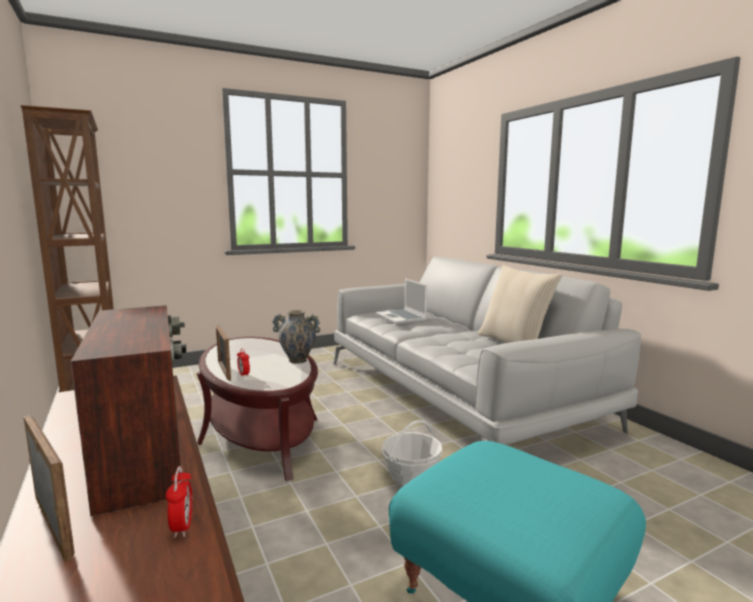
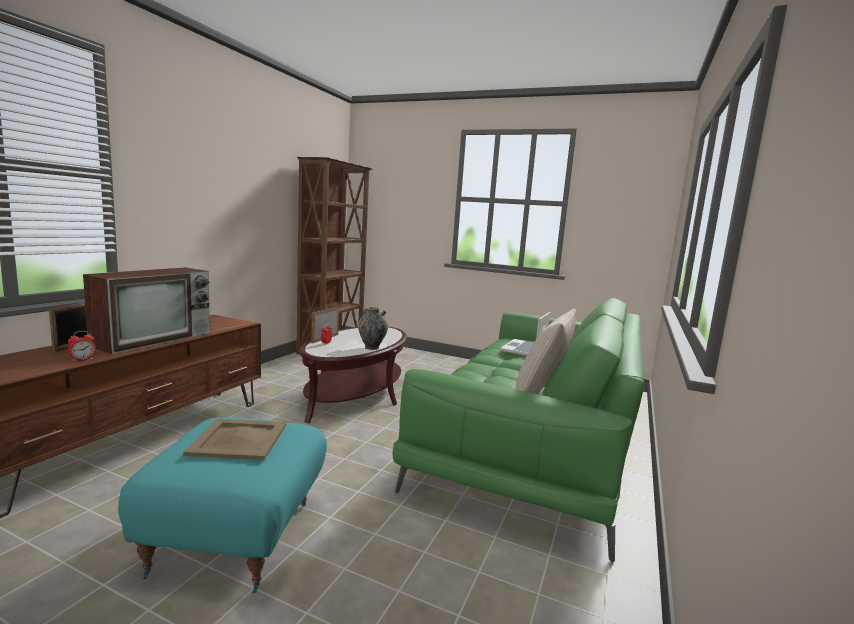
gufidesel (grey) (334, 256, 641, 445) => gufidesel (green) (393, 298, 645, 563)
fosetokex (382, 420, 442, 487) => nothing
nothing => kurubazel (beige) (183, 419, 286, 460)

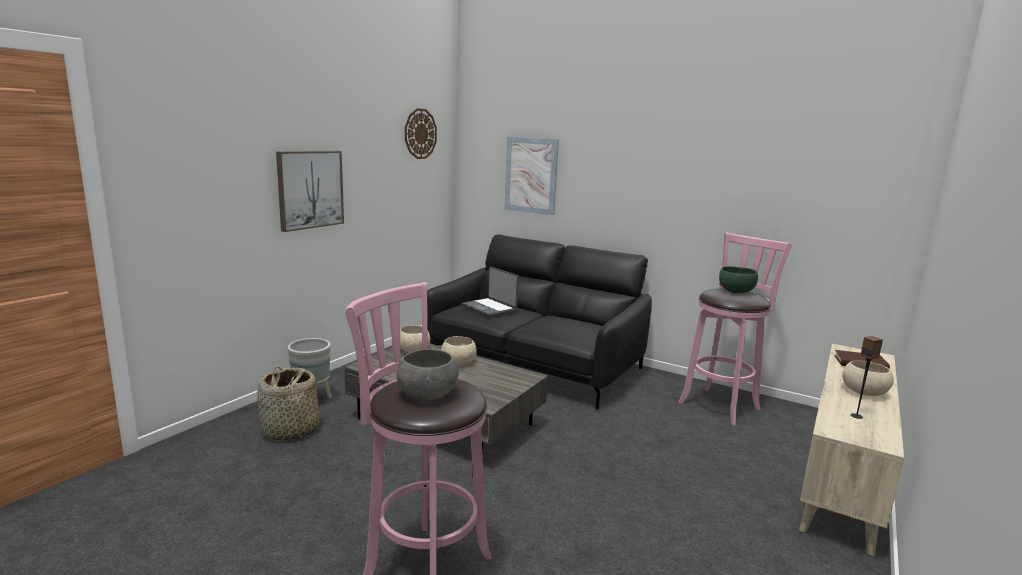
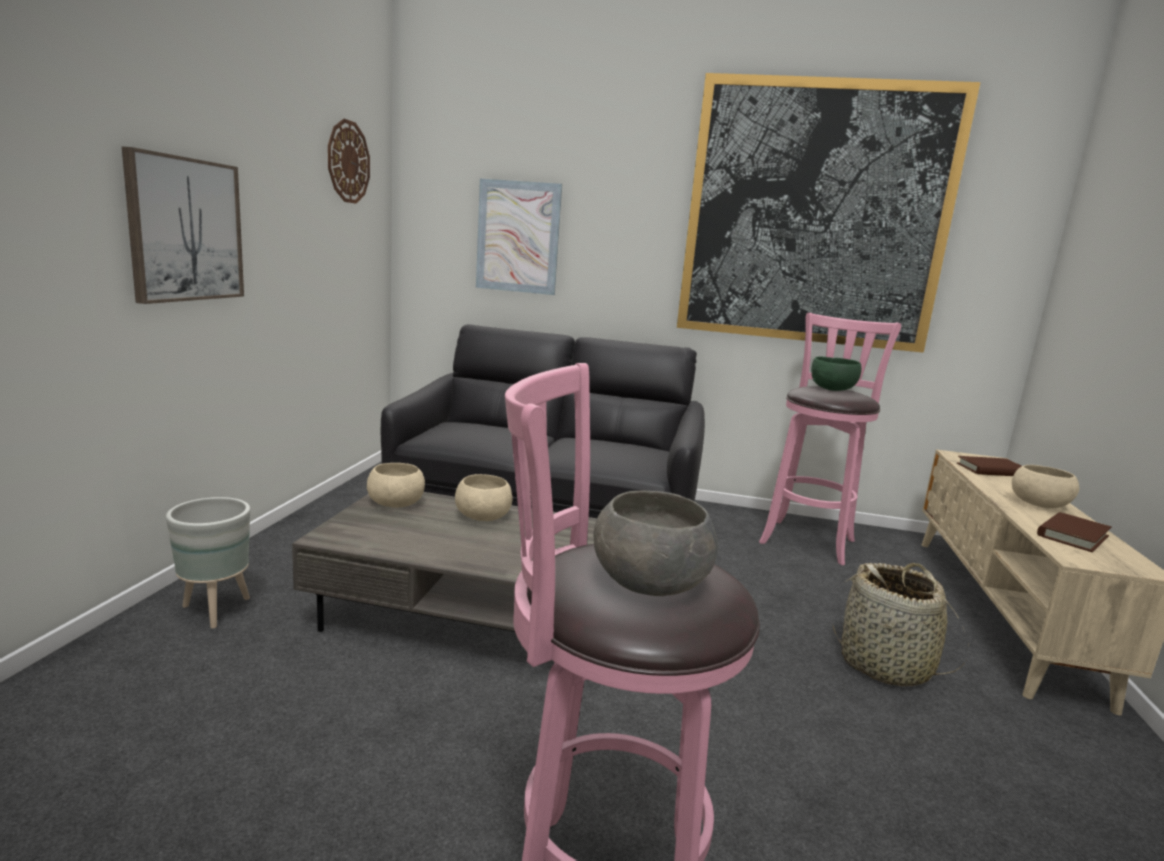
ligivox (462, 266, 519, 317) => nothing
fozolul (851, 336, 883, 419) => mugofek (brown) (1037, 512, 1112, 552)
fosetokex (257, 366, 320, 441) => fosetokex (832, 563, 969, 686), move
nothing => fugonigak (677, 73, 981, 353)

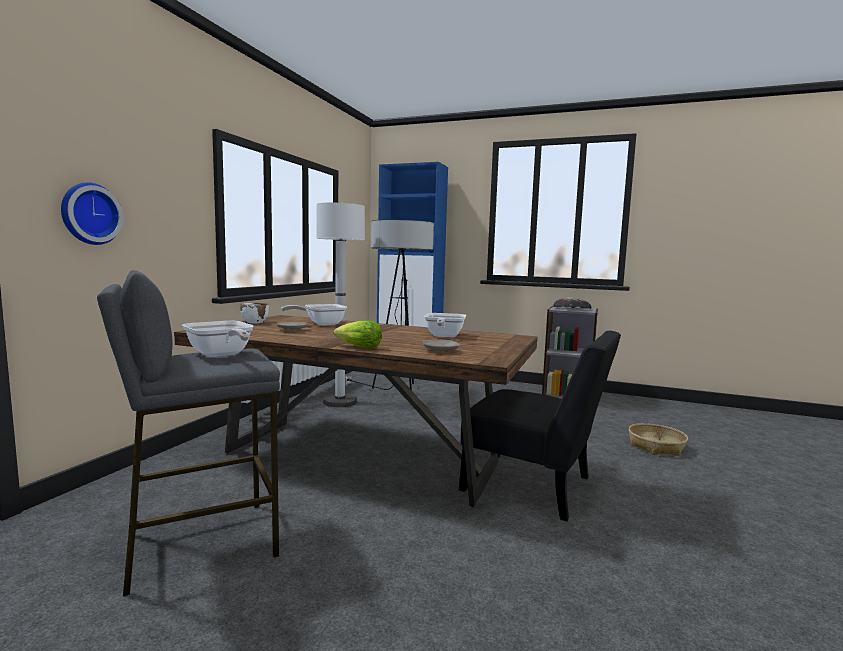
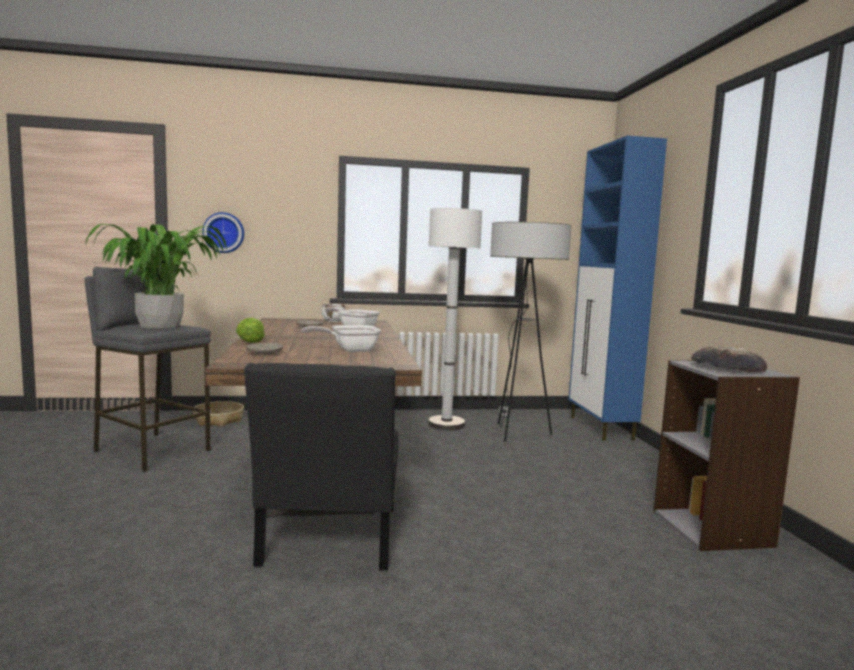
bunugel (182, 321, 253, 357) => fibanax (85, 224, 227, 328)
fosetokex (628, 423, 688, 456) => fosetokex (193, 401, 244, 427), move

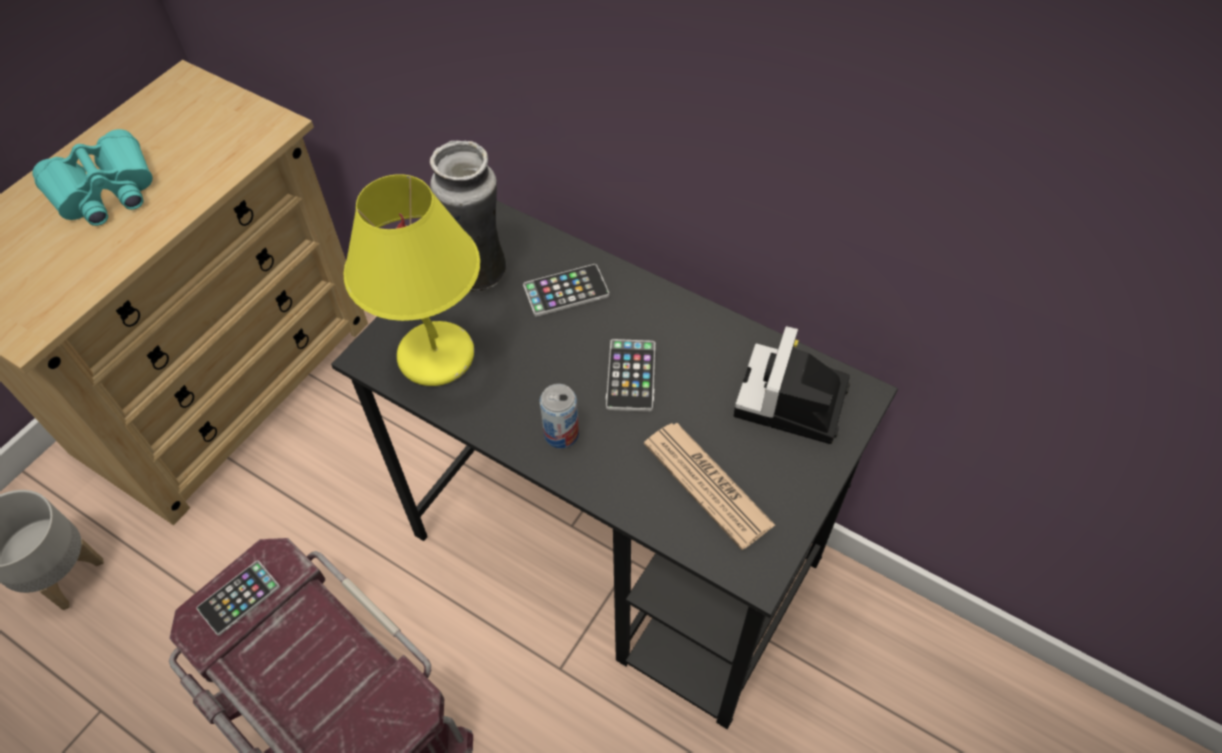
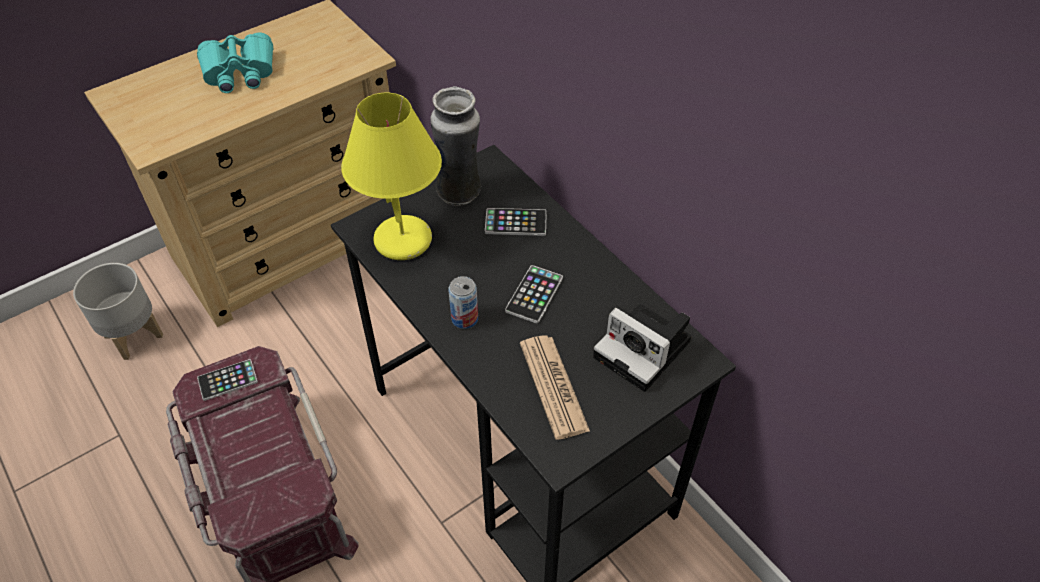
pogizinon (734, 326, 850, 444) => pogizinon (593, 304, 692, 392), 90 degrees counterclockwise

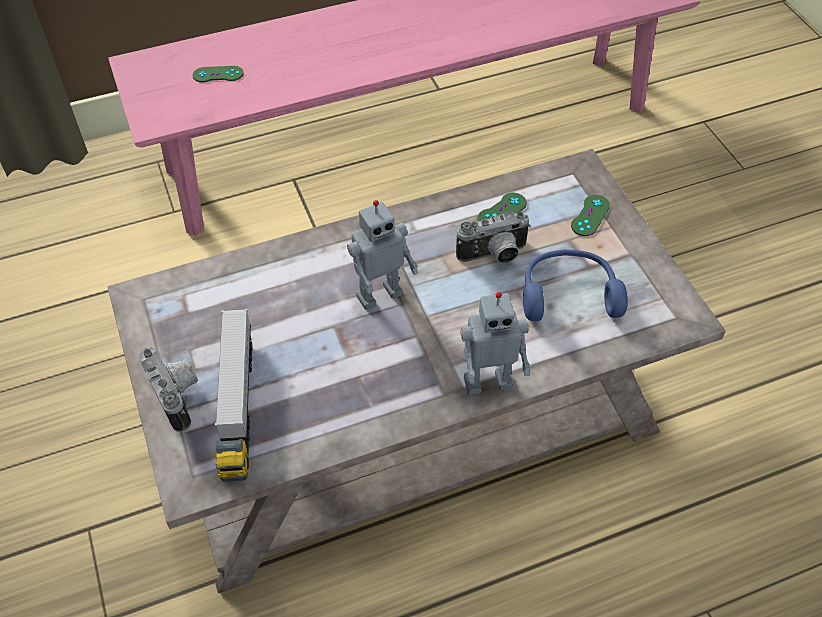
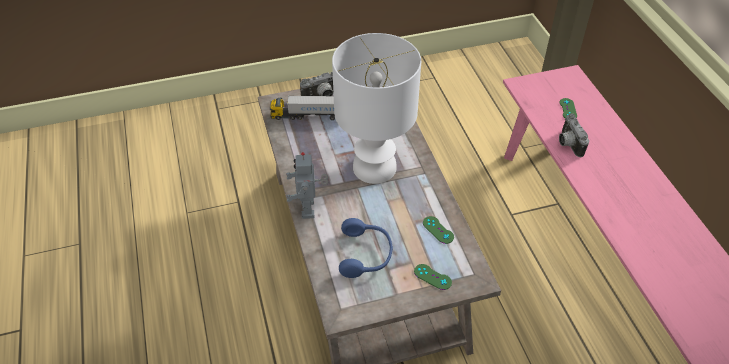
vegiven (347, 200, 418, 310) => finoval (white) (332, 33, 421, 184)
pogizinon (456, 211, 531, 263) => pogizinon (559, 113, 589, 157), move

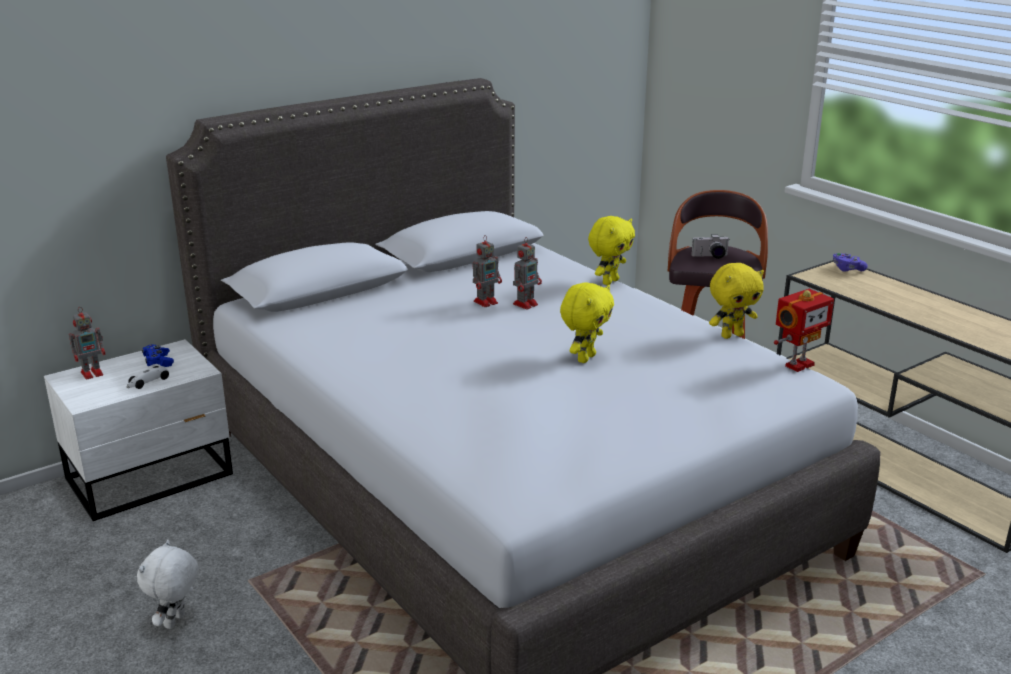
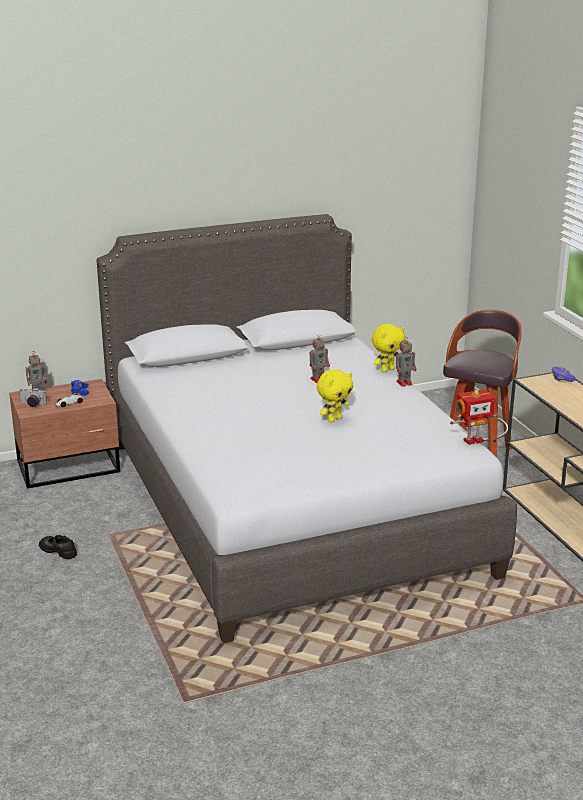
pogizinon (691, 234, 730, 259) => pogizinon (19, 388, 47, 407), move
vegiven (472, 235, 502, 307) => vegiven (396, 338, 416, 387), move
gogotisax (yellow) (709, 263, 764, 339) => nothing
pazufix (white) (44, 339, 233, 521) => pazufix (brown) (9, 379, 120, 489)
gogotisax (white) (137, 540, 199, 629) => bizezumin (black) (39, 535, 77, 559)

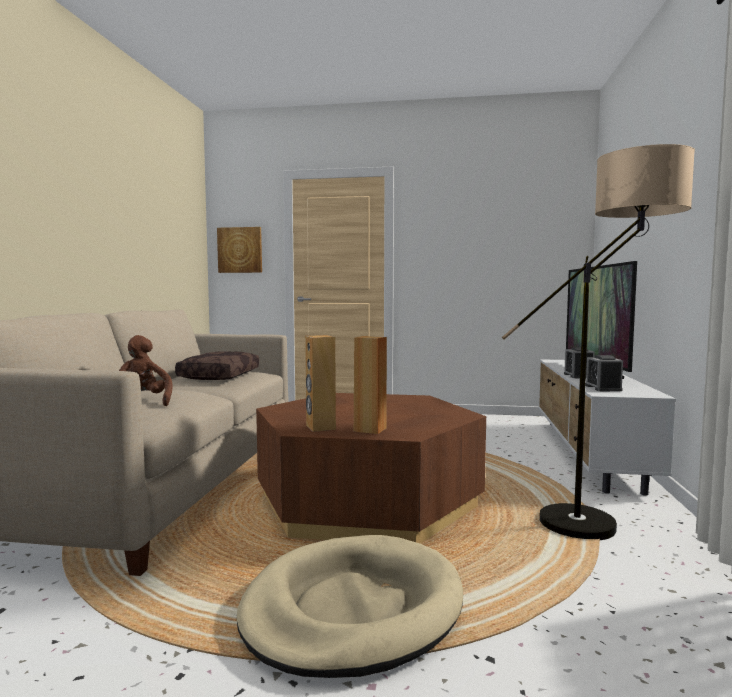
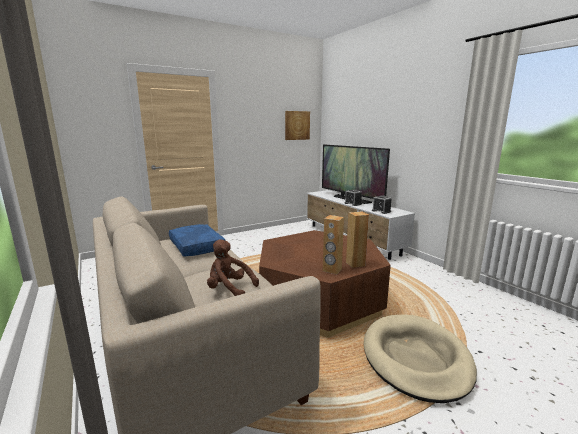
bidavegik (502, 144, 695, 540) => nothing
fugonigak (217, 227, 262, 273) => fugonigak (285, 111, 310, 140), move
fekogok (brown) (175, 351, 259, 380) => fekogok (blue) (169, 224, 226, 257)

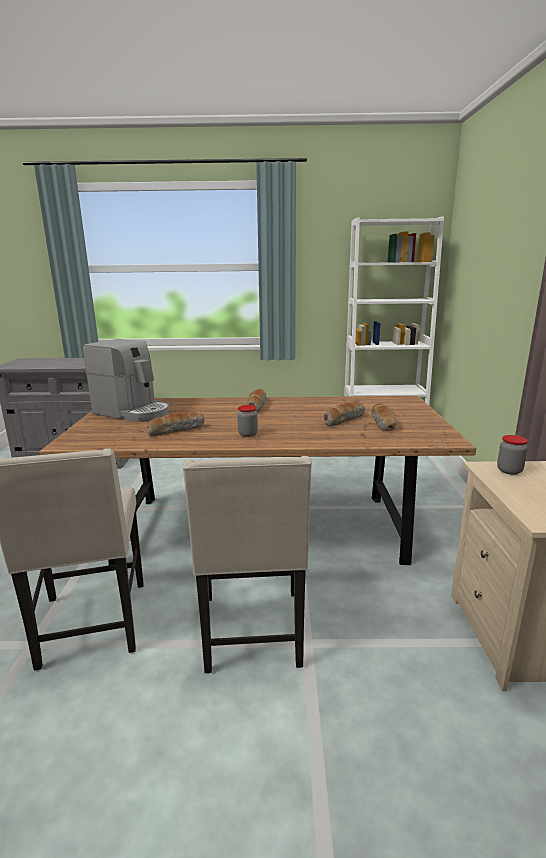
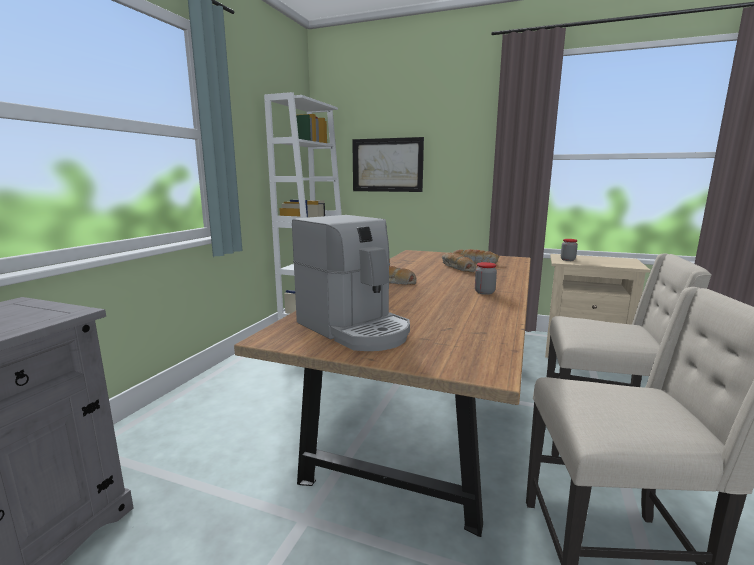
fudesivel (83, 339, 170, 422) => fudesivel (292, 215, 410, 351), 90 degrees clockwise
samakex (147, 412, 205, 437) => nothing
nothing => fugonigak (352, 137, 424, 192)

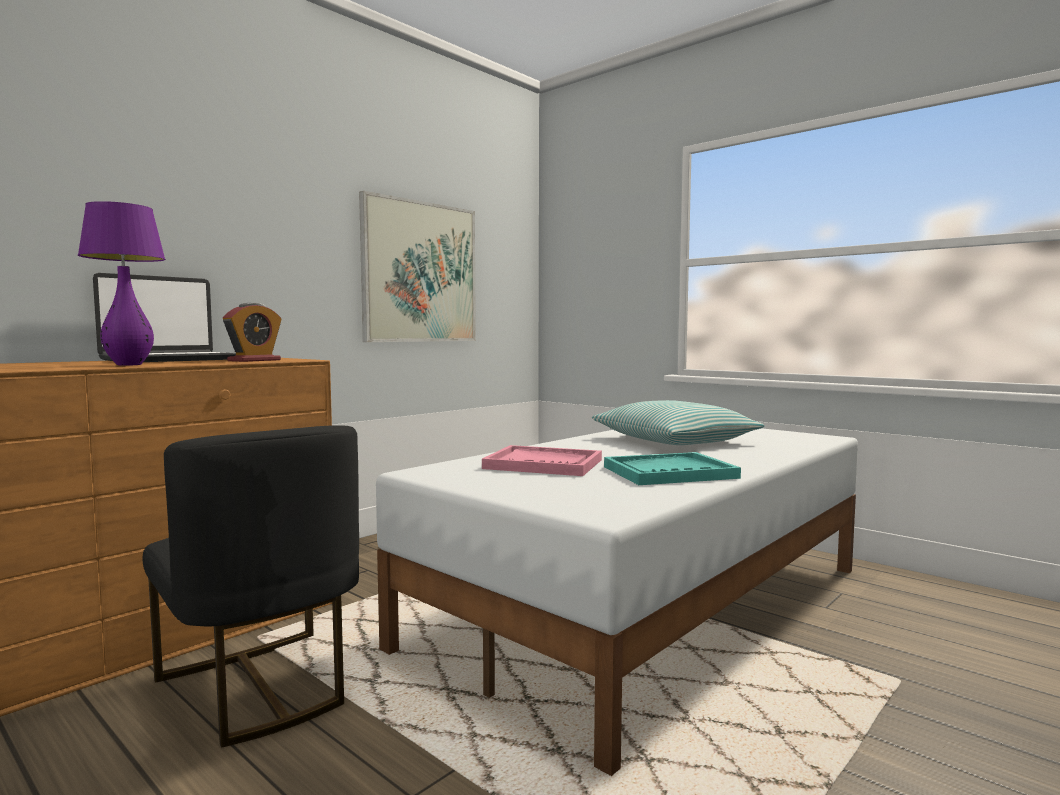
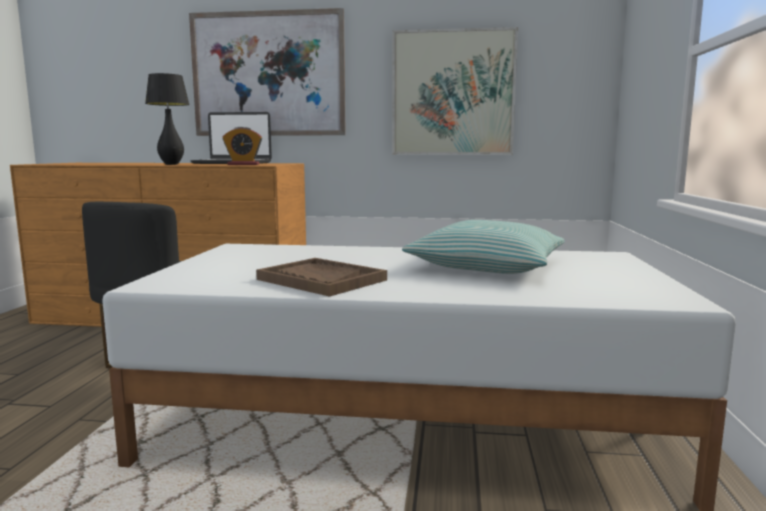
finoval (purple) (78, 201, 166, 366) => finoval (black) (145, 73, 190, 165)
kurubazel (pink) (482, 445, 602, 476) => nothing
kurubazel (turquoise) (604, 452, 741, 485) => kurubazel (brown) (256, 258, 387, 297)
nothing => fugonigak (189, 8, 346, 136)

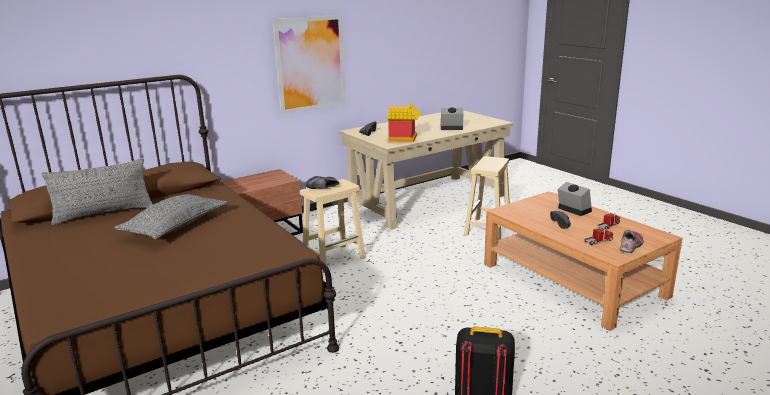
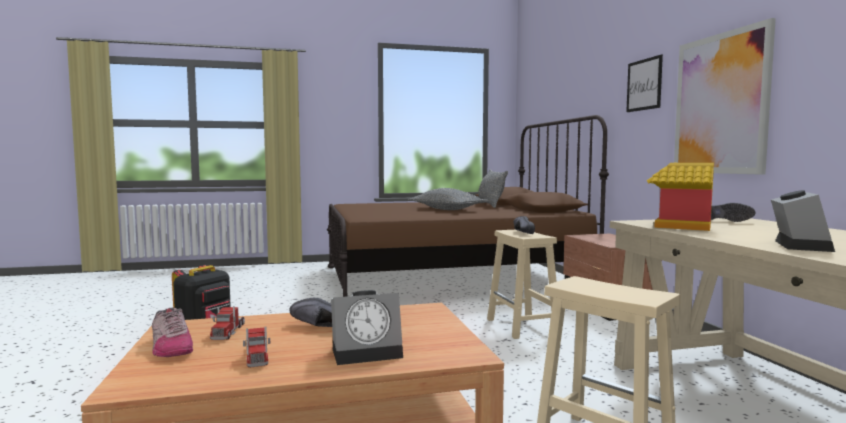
nothing => fugonigak (626, 54, 663, 112)

